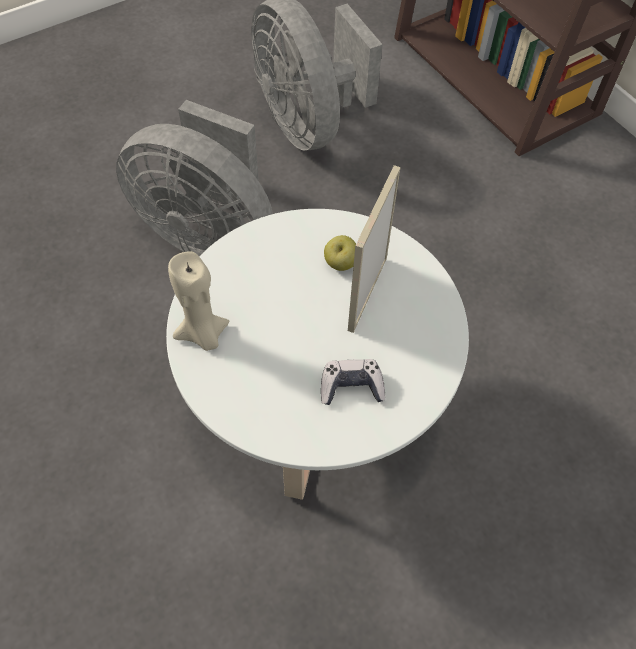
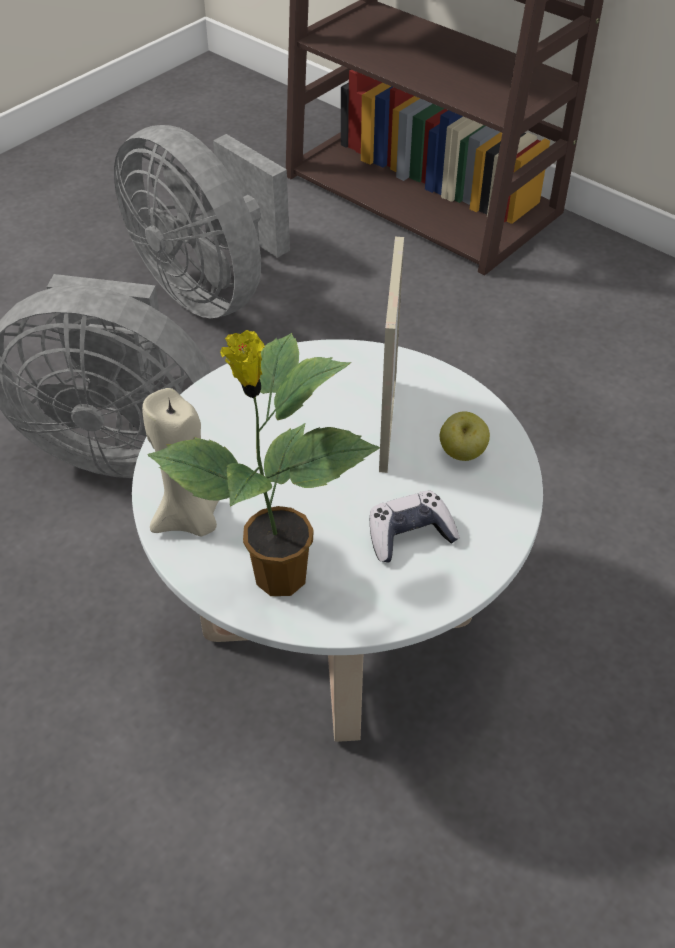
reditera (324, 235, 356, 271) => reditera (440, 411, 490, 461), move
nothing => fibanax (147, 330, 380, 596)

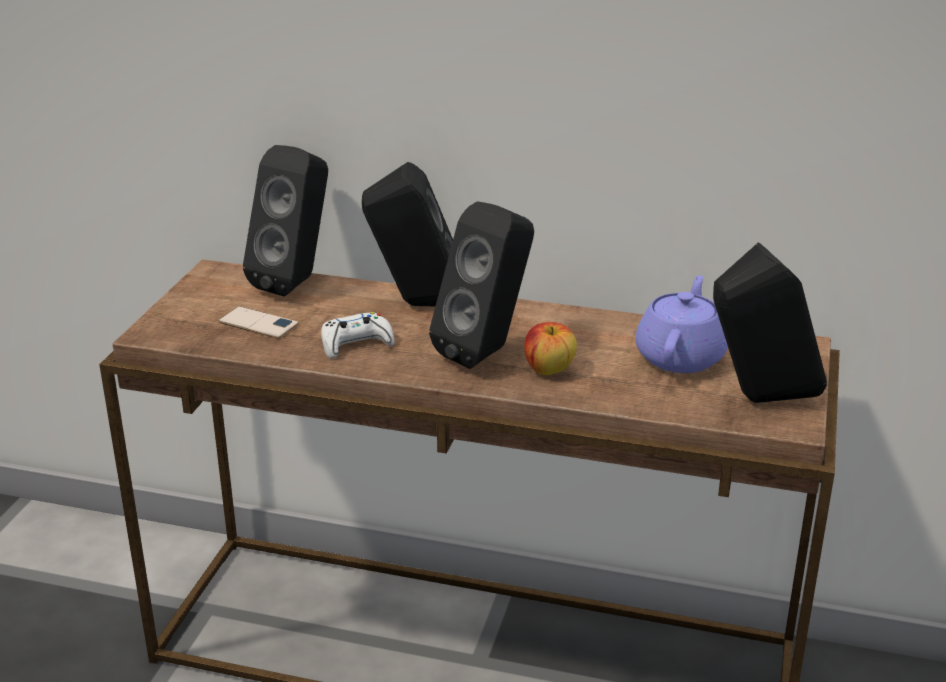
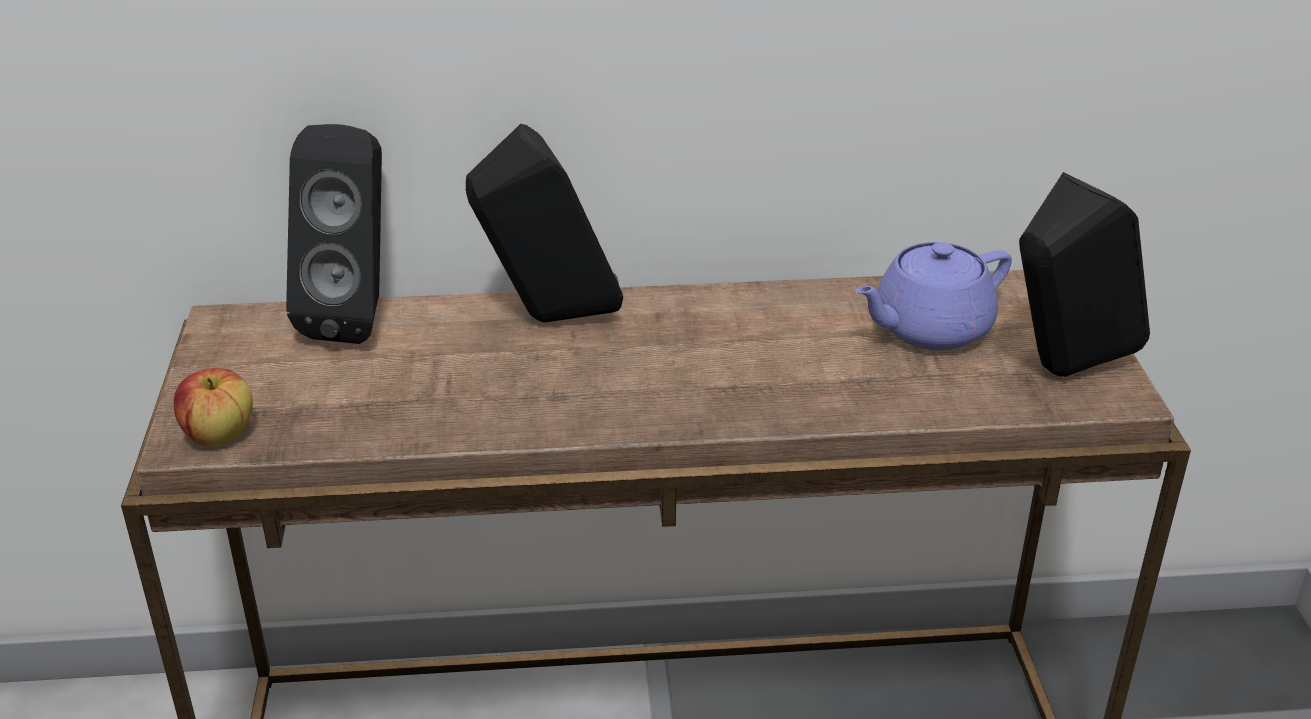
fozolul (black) (429, 201, 534, 369) => nothing
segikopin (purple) (636, 275, 728, 373) => segikopin (purple) (855, 242, 1012, 350), 120 degrees counterclockwise
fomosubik (218, 306, 299, 339) => nothing
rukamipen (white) (321, 312, 395, 359) => nothing
reditera (524, 322, 577, 376) => reditera (174, 368, 253, 446), move

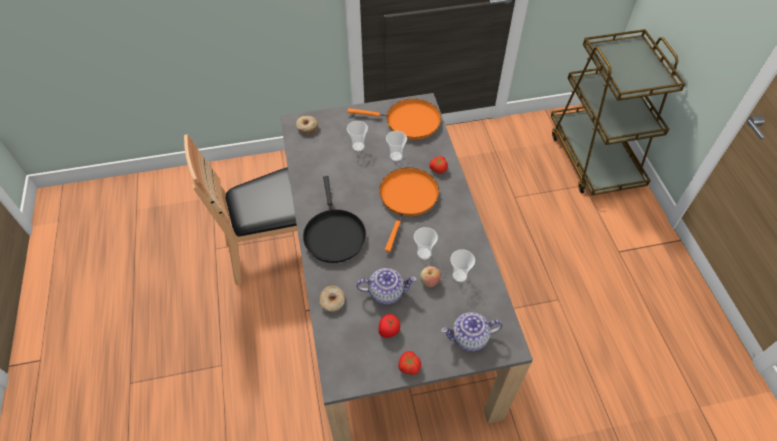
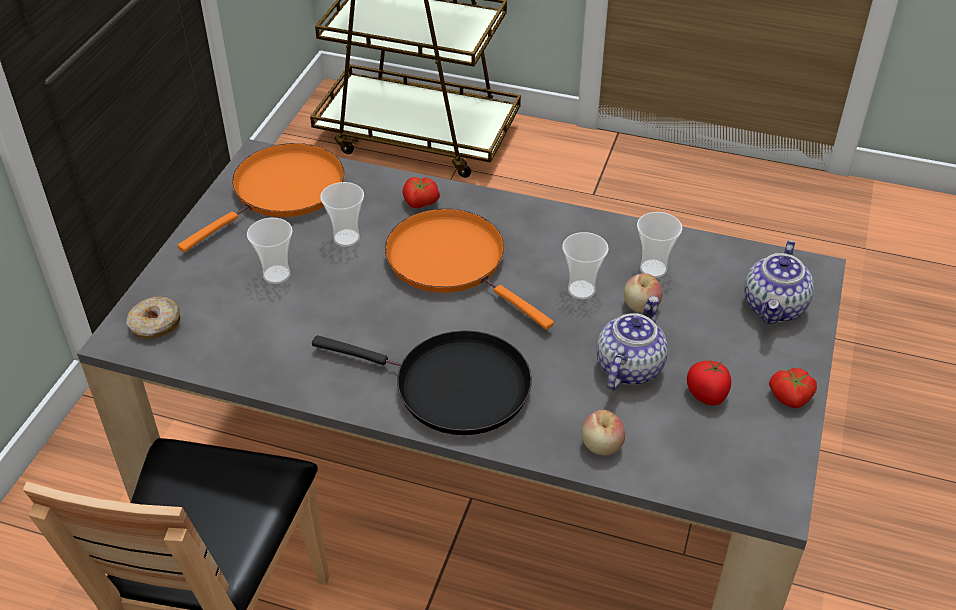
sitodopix (319, 286, 345, 312) => reditera (582, 410, 625, 456)

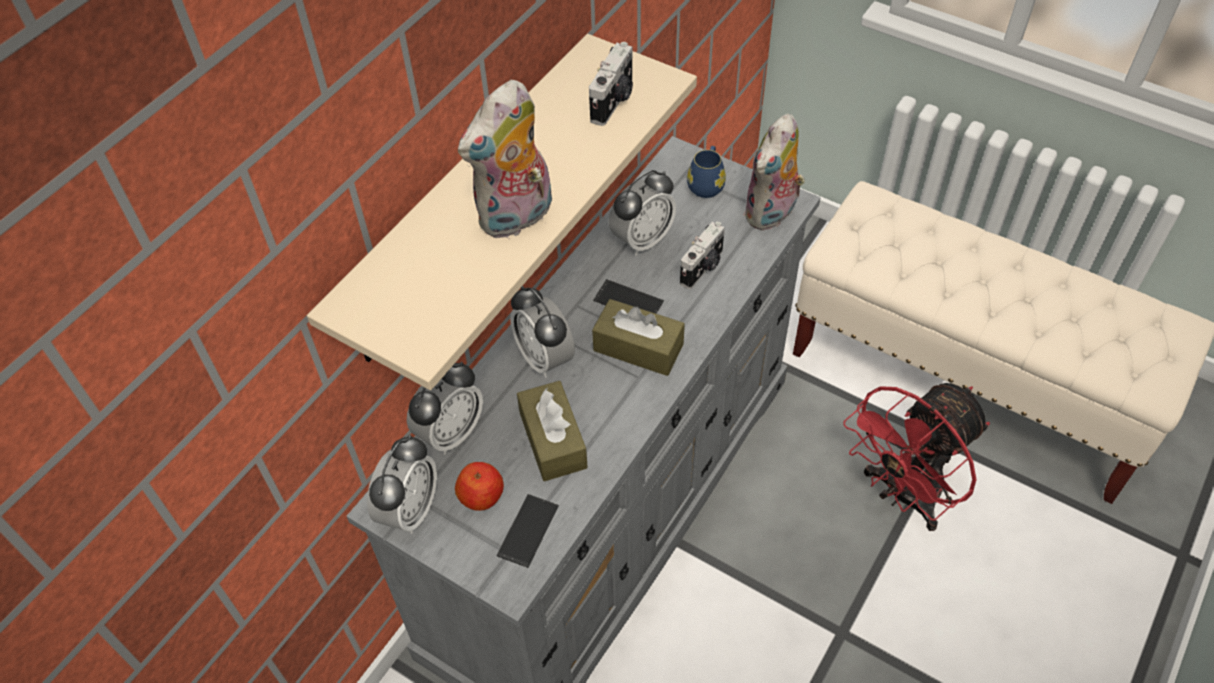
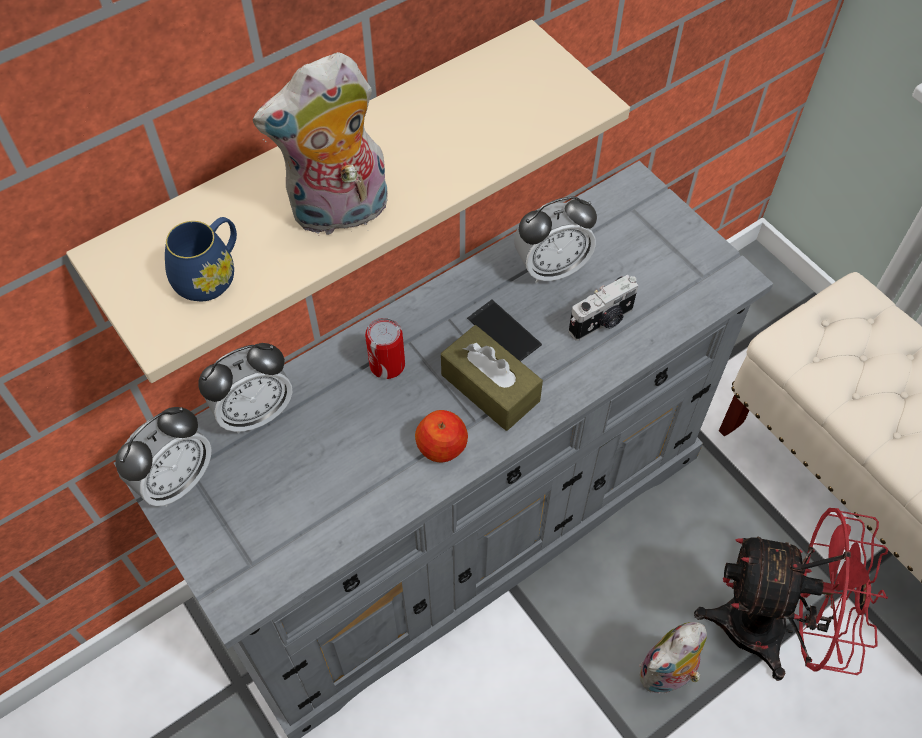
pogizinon (589, 42, 633, 126) => nothing
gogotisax (743, 114, 805, 231) => gogotisax (639, 622, 707, 694), move
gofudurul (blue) (687, 146, 726, 198) => gofudurul (blue) (165, 217, 237, 302), move
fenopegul (510, 286, 575, 378) => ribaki (365, 318, 405, 379)
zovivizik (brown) (517, 381, 588, 481) => nothing
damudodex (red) (843, 383, 990, 531) => damudodex (red) (694, 508, 888, 681), 150 degrees counterclockwise
reditera (455, 462, 504, 511) => reditera (415, 410, 468, 463), move
fomosubik (496, 494, 559, 568) => nothing

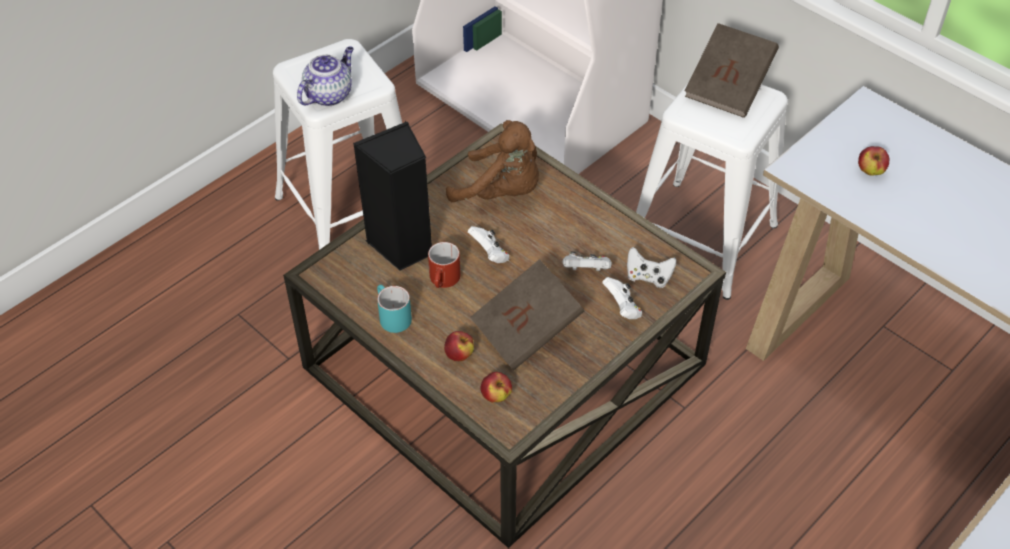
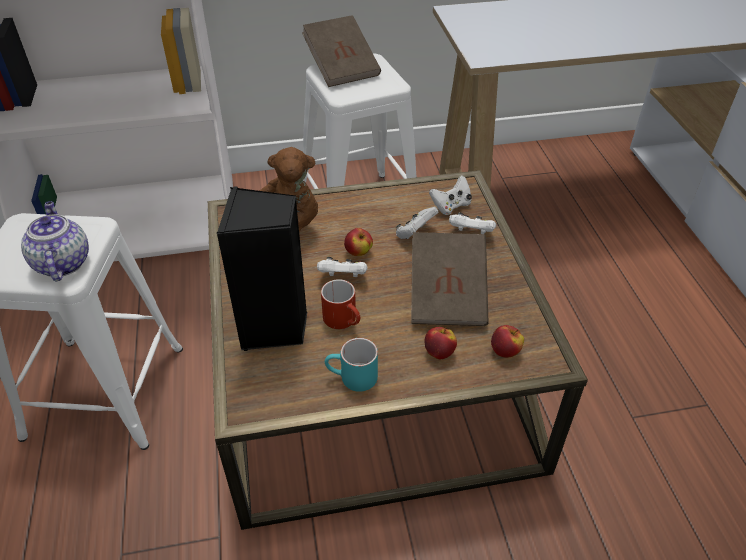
reditera (858, 146, 889, 176) => reditera (344, 228, 373, 256), move

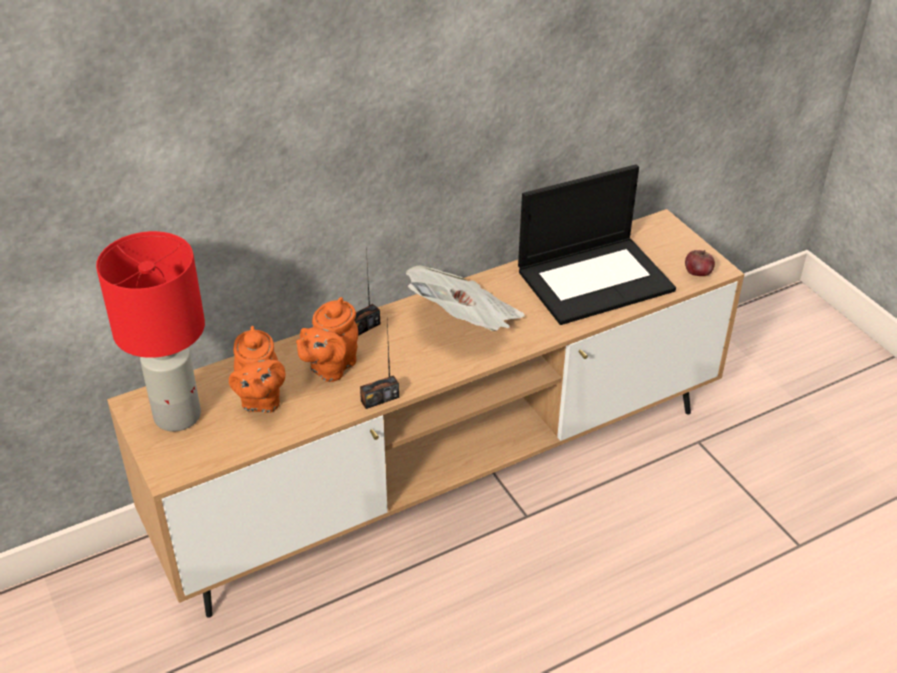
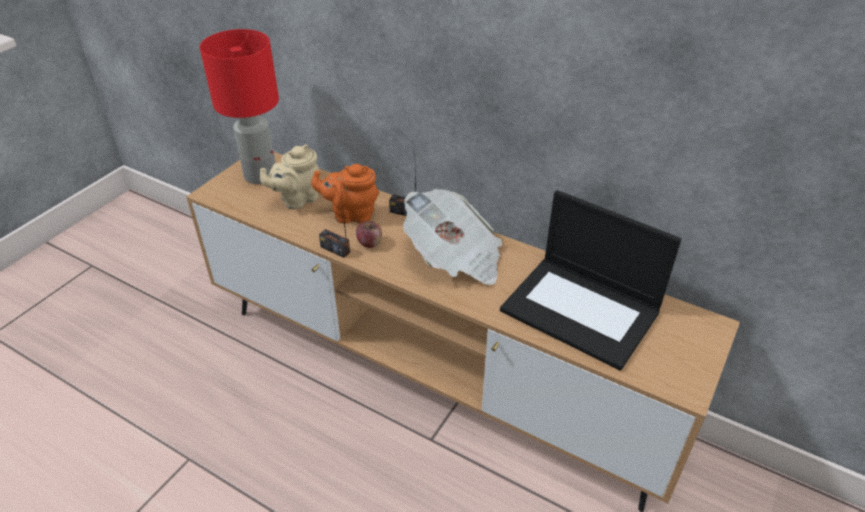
reditera (685, 250, 715, 276) => reditera (356, 221, 382, 248), move
segikopin (orange) (229, 326, 285, 413) => segikopin (beige) (260, 144, 319, 209)

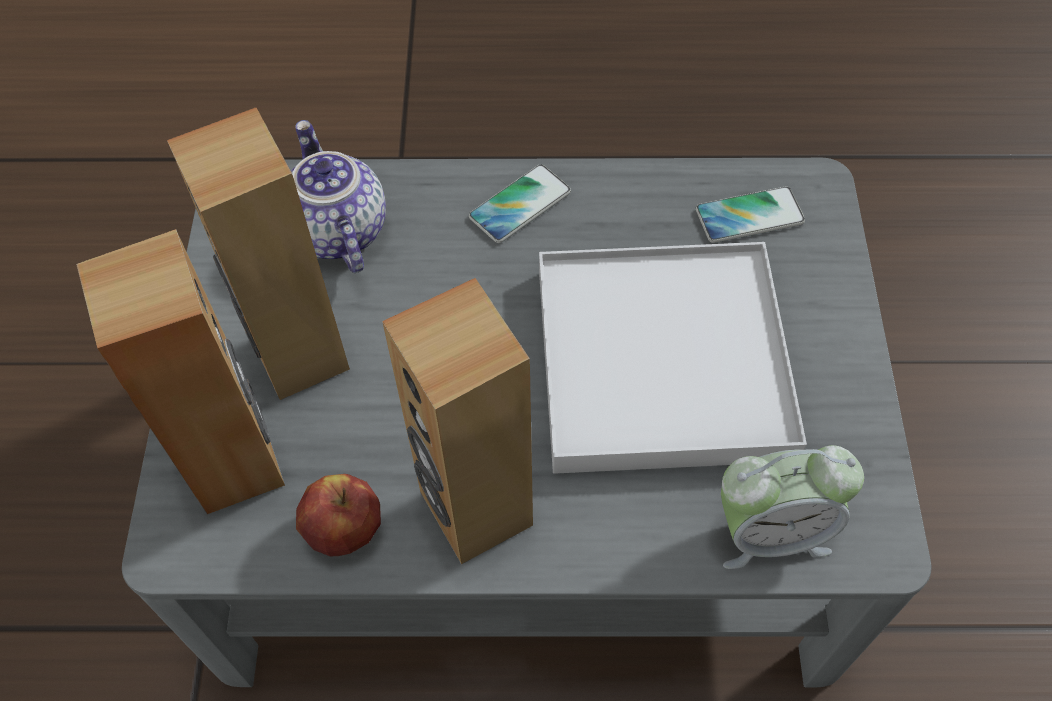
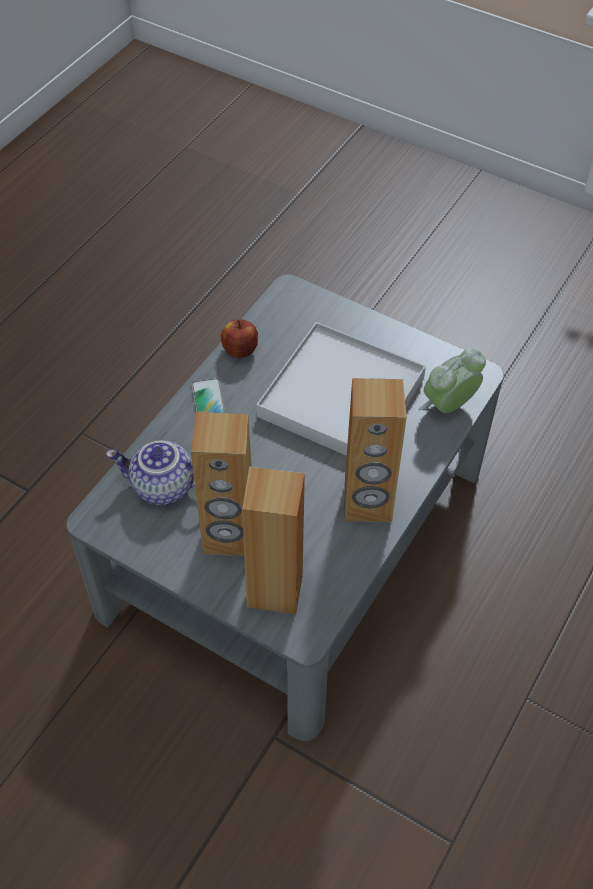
fomosubik (696, 186, 805, 243) => nothing
fenopegul (721, 445, 864, 569) => fenopegul (420, 348, 486, 413), 150 degrees counterclockwise
reditera (296, 474, 381, 557) => reditera (220, 319, 258, 359), move

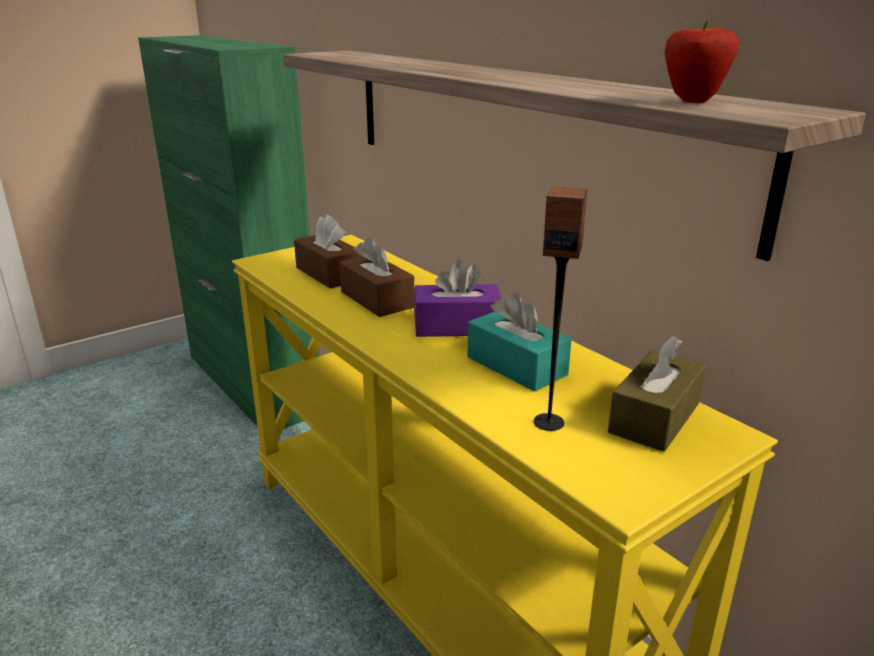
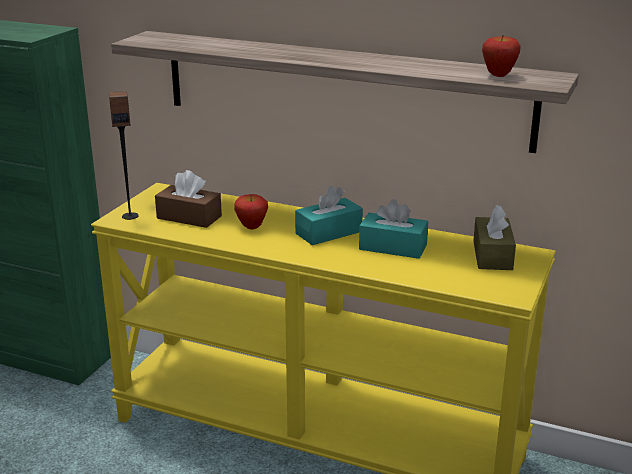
fozolul (534, 187, 587, 431) => fozolul (109, 91, 138, 220), move
zovivizik (brown) (339, 237, 414, 317) => reditera (234, 194, 268, 229)
zovivizik (purple) (414, 260, 502, 337) => zovivizik (turquoise) (295, 186, 363, 245)

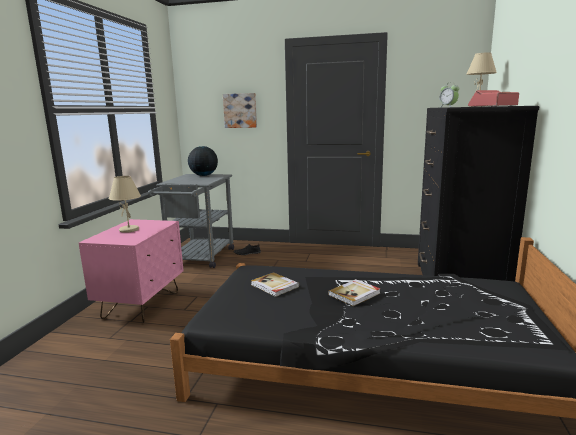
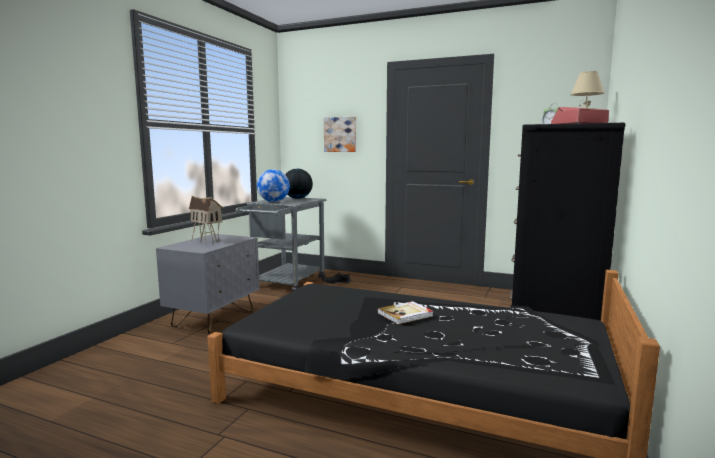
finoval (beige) (109, 176, 141, 233) => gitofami (189, 195, 223, 244)
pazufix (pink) (79, 219, 184, 323) => pazufix (grey) (156, 234, 260, 334)
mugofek (251, 272, 299, 297) => nothing
nothing => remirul (257, 169, 290, 202)

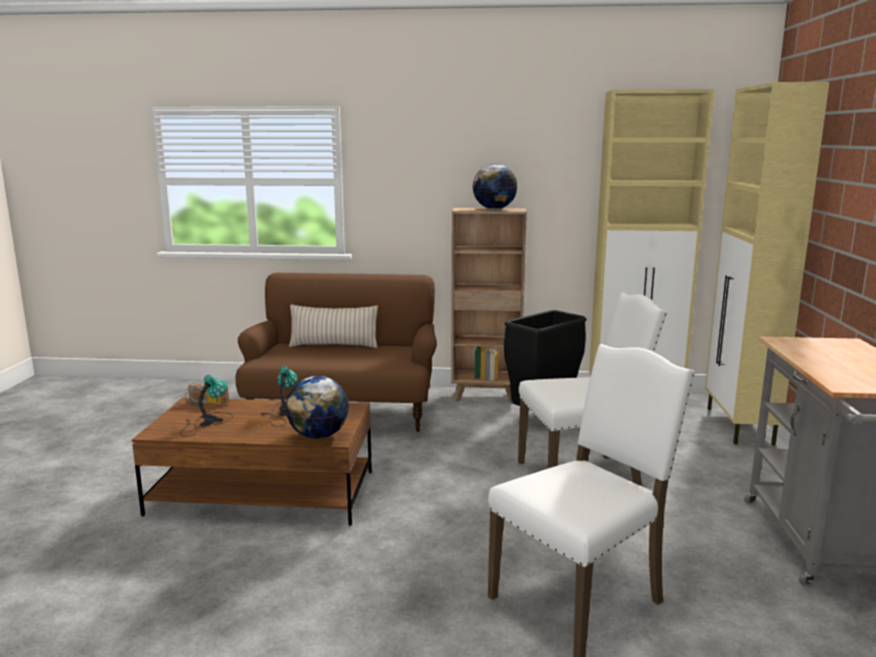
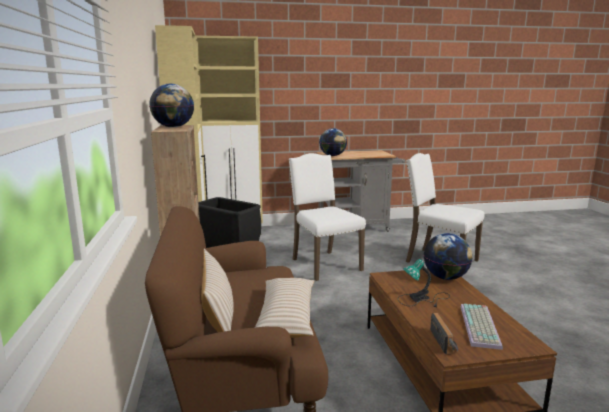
finoval (180, 375, 233, 437) => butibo (461, 304, 503, 350)
nothing => remirul (319, 128, 347, 156)
nothing => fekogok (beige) (255, 278, 314, 338)

